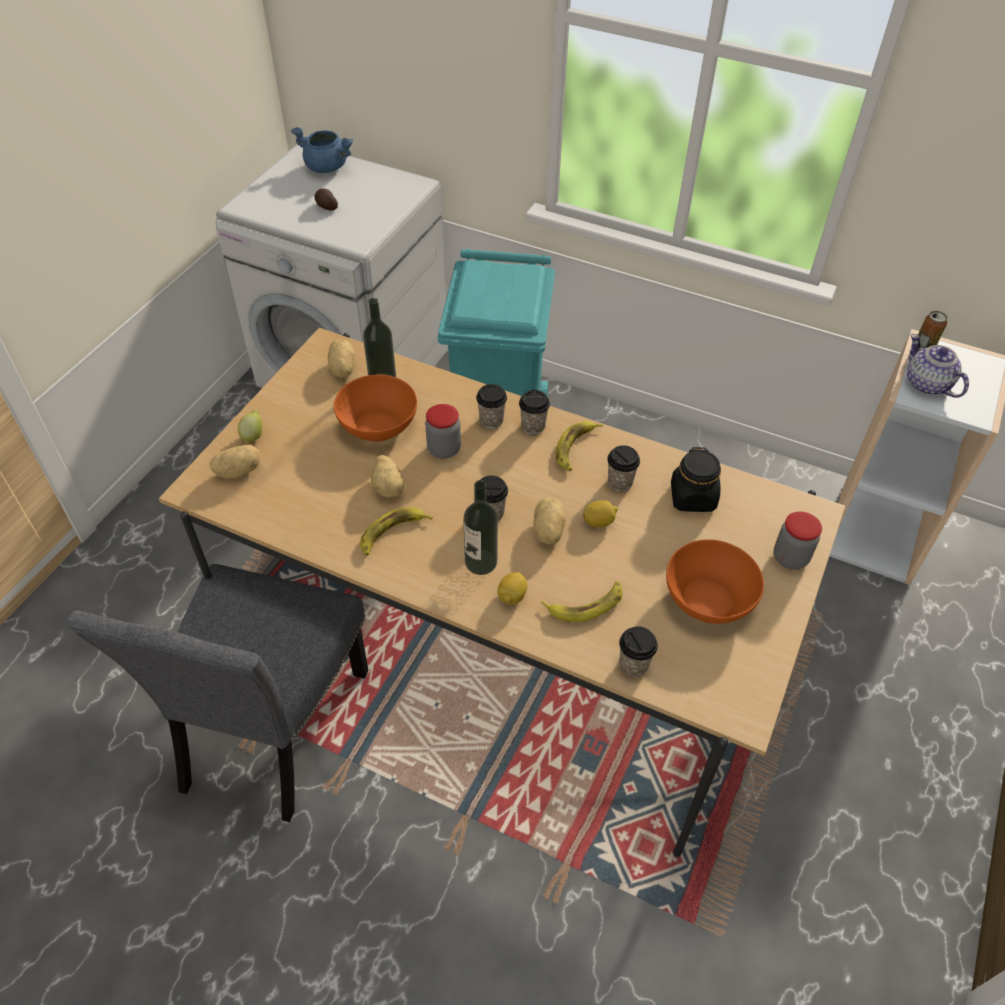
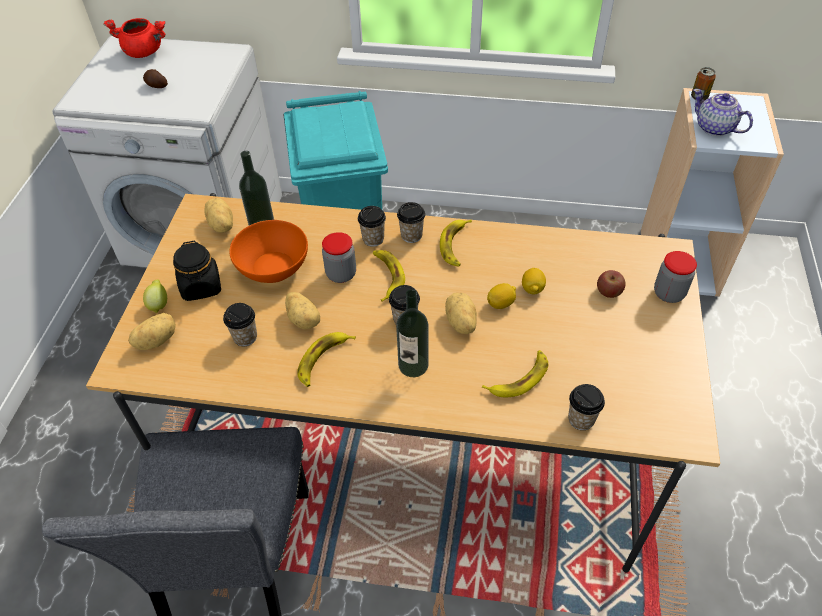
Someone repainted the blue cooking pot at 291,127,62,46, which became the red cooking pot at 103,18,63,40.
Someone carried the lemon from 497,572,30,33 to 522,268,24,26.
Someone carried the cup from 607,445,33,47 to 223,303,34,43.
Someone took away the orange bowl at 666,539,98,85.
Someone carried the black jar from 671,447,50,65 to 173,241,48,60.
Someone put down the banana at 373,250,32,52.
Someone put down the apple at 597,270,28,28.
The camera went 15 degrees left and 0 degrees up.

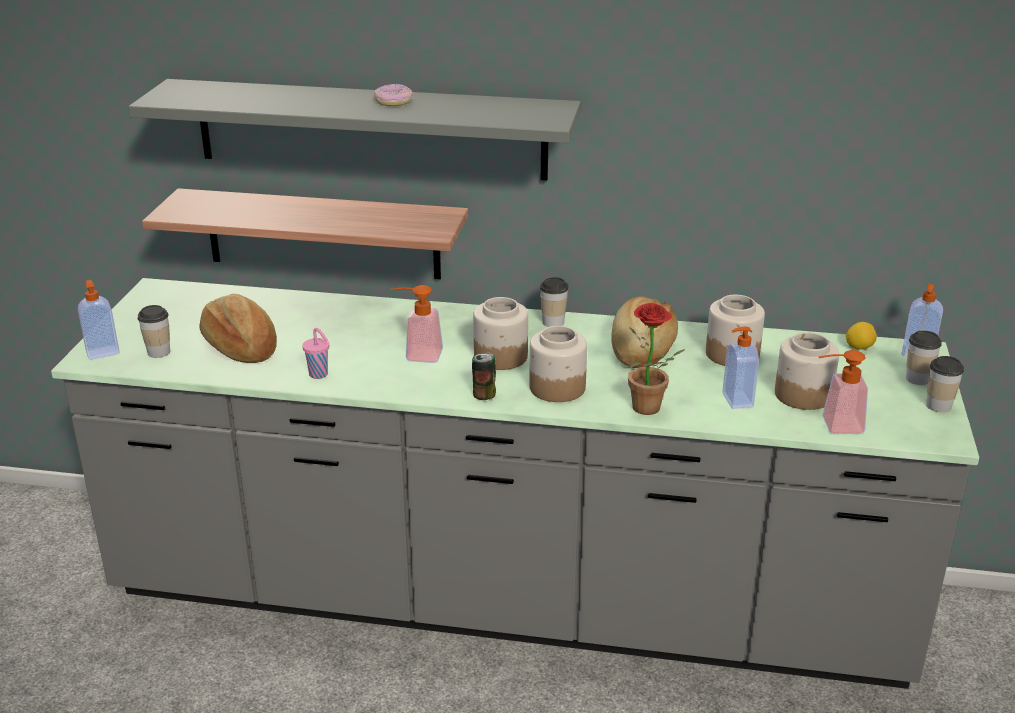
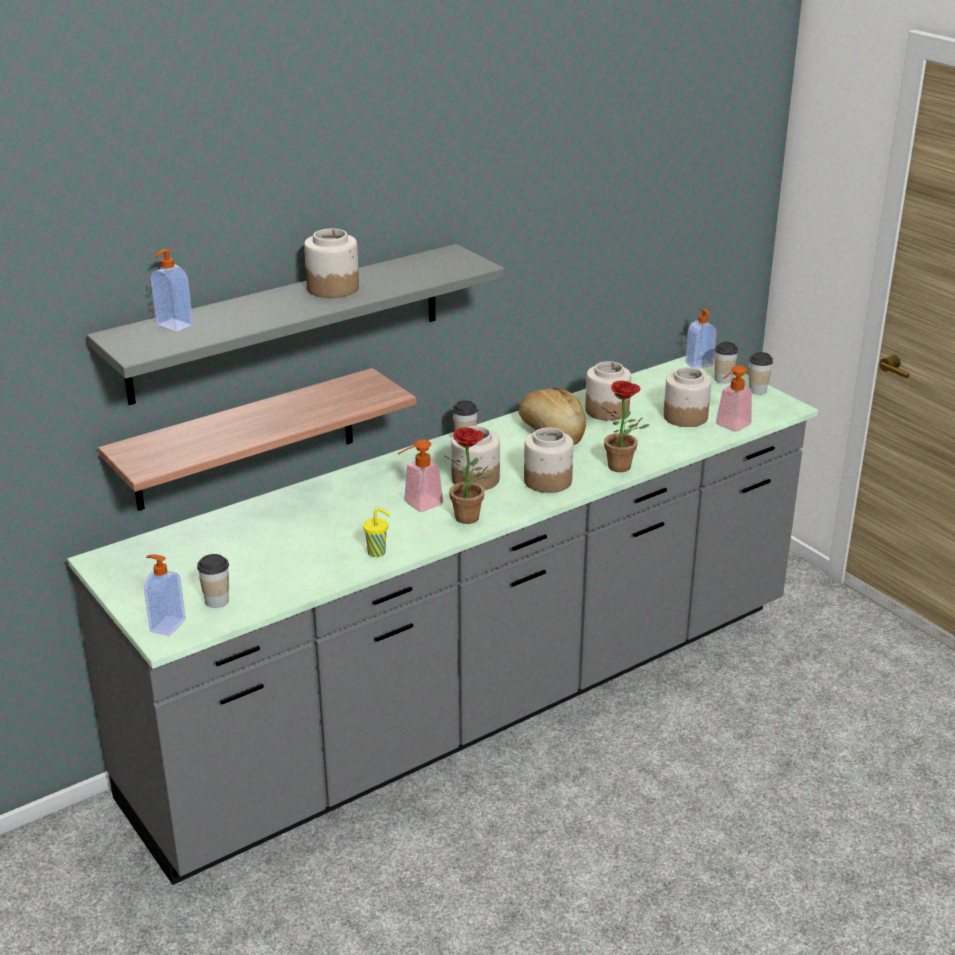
Someone took away the bread at 199,294,78,69.
Someone repainted the pink cup at 302,328,27,51, which became the yellow cup at 363,508,27,49.
Someone swapped the donut at 374,84,39,22 for the jar at 304,229,55,69.
Someone took away the can at 472,353,24,47.
Someone carried the soap dispenser from 722,327,37,82 to 151,249,42,83.
Someone took away the lemon at 846,322,31,28.
Someone put down the potted plant at 443,427,51,97.
The camera went 45 degrees left and 0 degrees up.

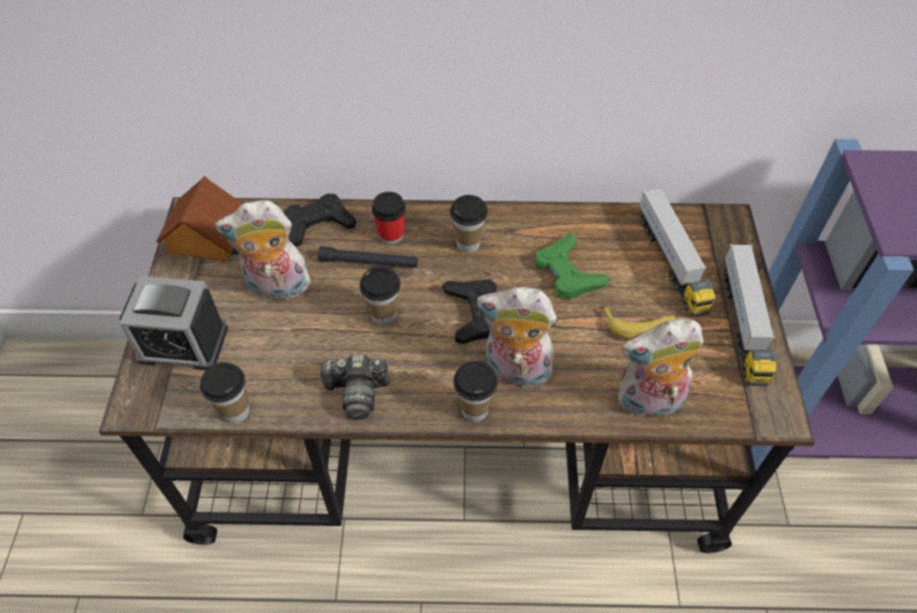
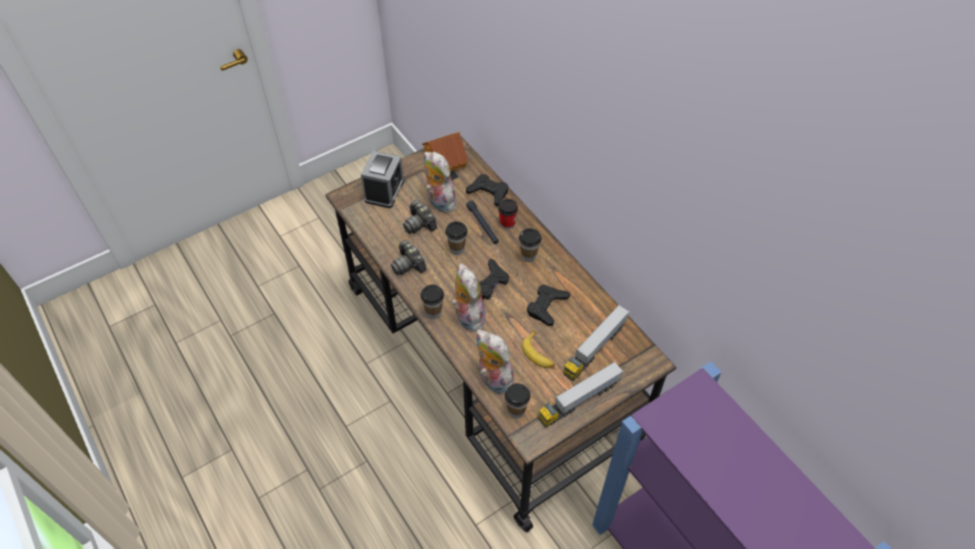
Someone rotated the alarm clock at 119,276,109,94 by 135 degrees counterclockwise.
Someone carried the cup from 200,362,49,61 to 505,383,26,35.
Someone repainted the green game controller at 535,233,74,67, which became the black game controller at 527,284,43,42.
Someone put down the photo camera at 403,200,34,34.
The camera went 55 degrees right and 0 degrees up.

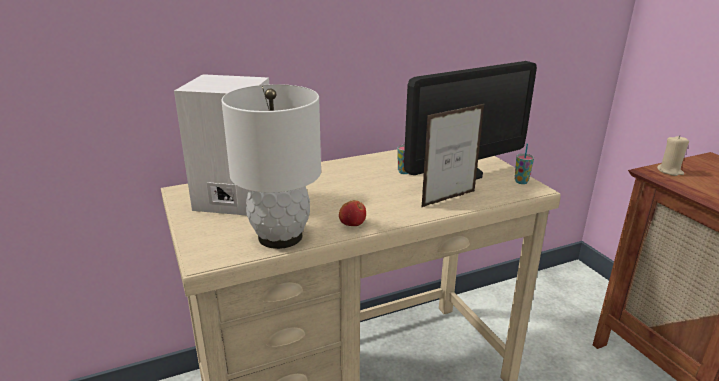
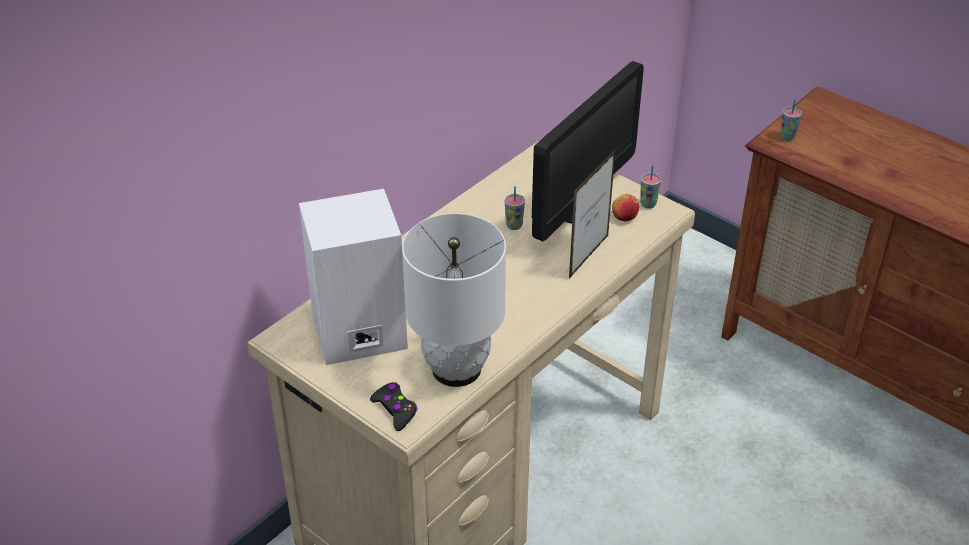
Someone carried the apple from 339,200,27,26 to 612,194,27,27.
Someone swapped the beige candle at 657,135,32,41 for the cup at 780,99,22,42.
Someone put down the black game controller at 370,382,48,49.
The camera went 25 degrees left and 15 degrees up.

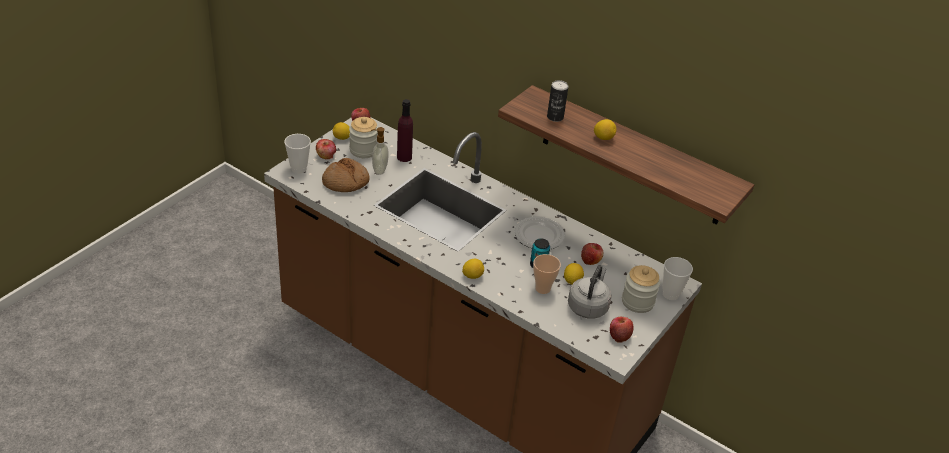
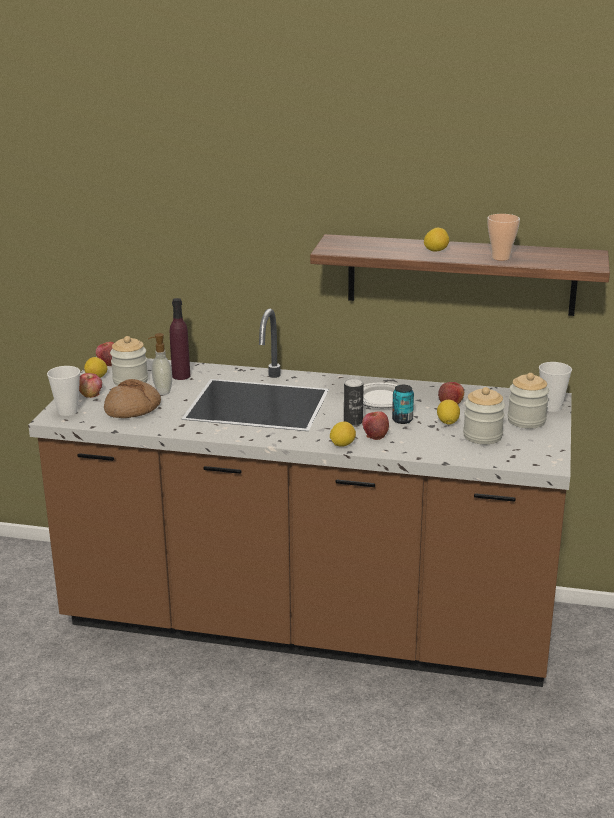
Someone carried the cup from 533,254,28,40 to 487,214,33,47.
Someone carried the can from 547,80,22,42 to 344,378,20,48.
Someone swapped the grey kettle at 568,265,44,54 for the jar at 463,387,42,57.
Someone carried the apple from 610,317,24,26 to 362,411,27,29.
The camera went 20 degrees left and 15 degrees down.

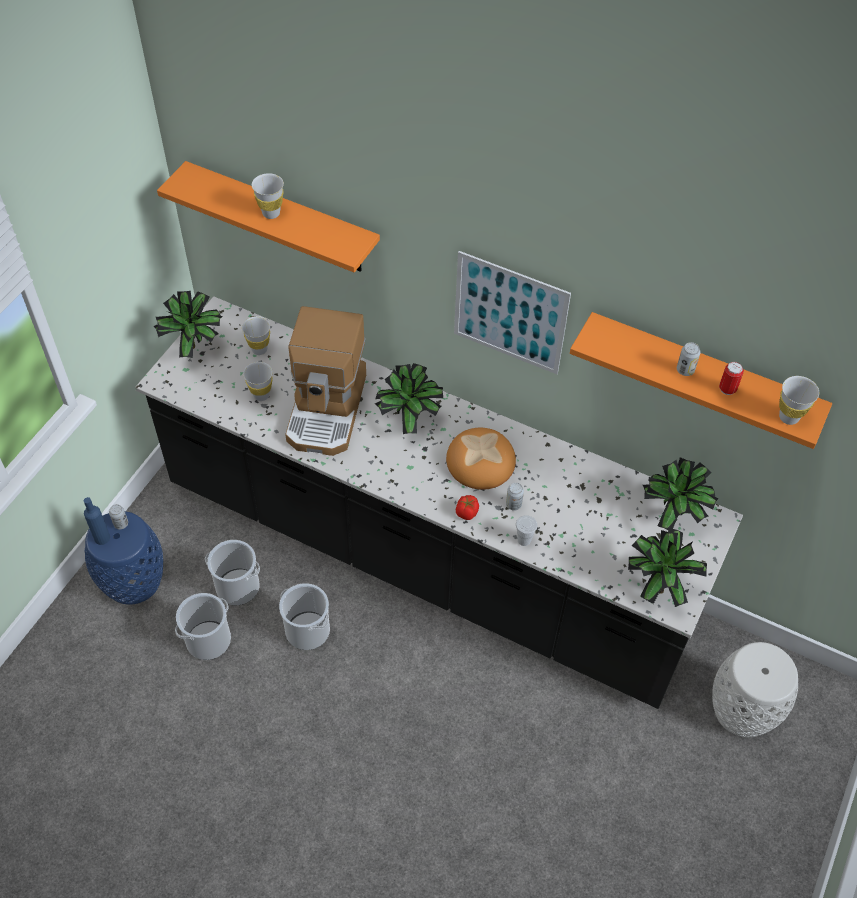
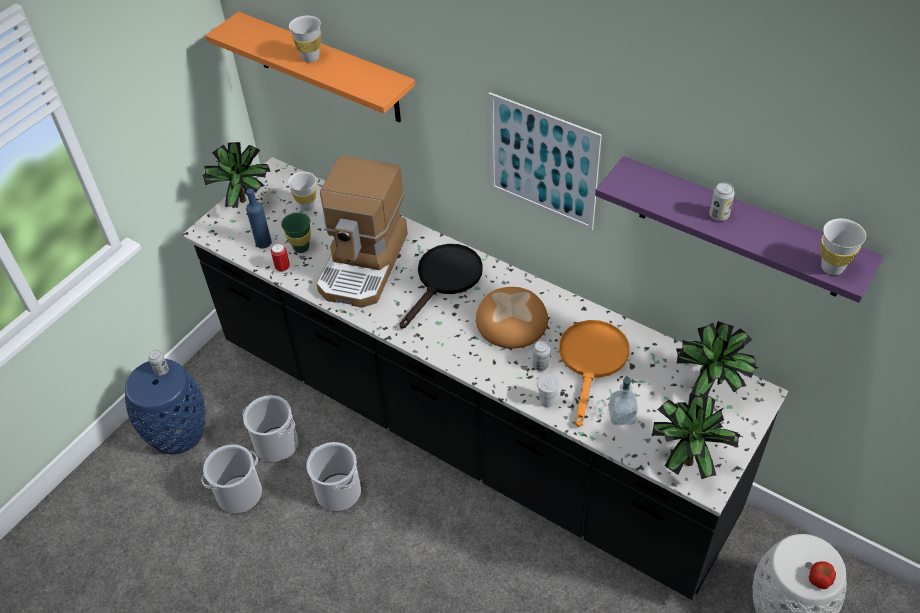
Someone carried the blue bottle from 84,497,26,48 to 246,189,26,60.
Someone repainted the white cup at 243,362,30,39, which became the green cup at 281,212,30,41.
Someone swapped the potted plant at 375,363,68,71 for the black frying pan at 399,244,84,85.
Someone carried the tomato from 456,495,23,25 to 809,561,27,28.
Someone repainted the orange shelf at 570,312,262,137, which became the purple shelf at 595,156,289,147.
Someone carried the can from 719,362,25,33 to 271,244,19,28.
Someone put down the orange frying pan at 559,320,70,107.
Someone put down the soap dispenser at 608,377,30,48.
The camera went 10 degrees right and 5 degrees down.

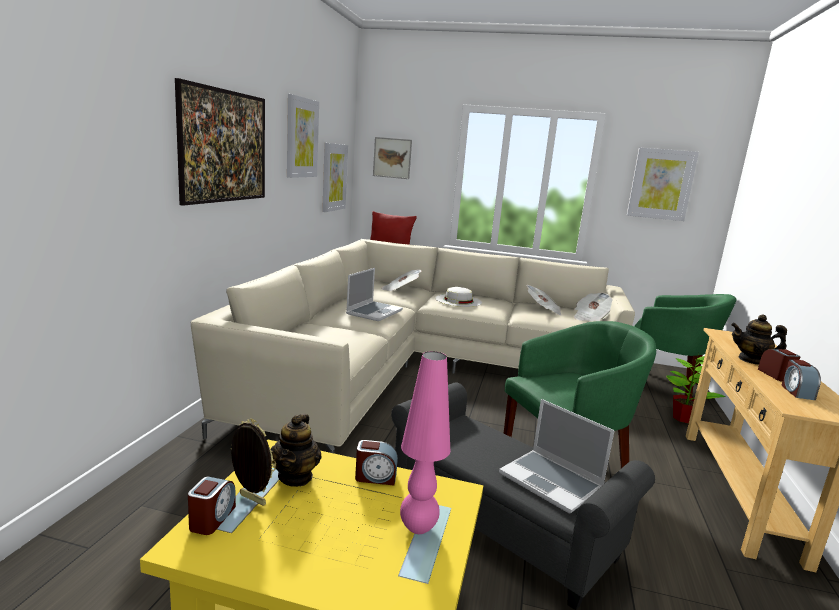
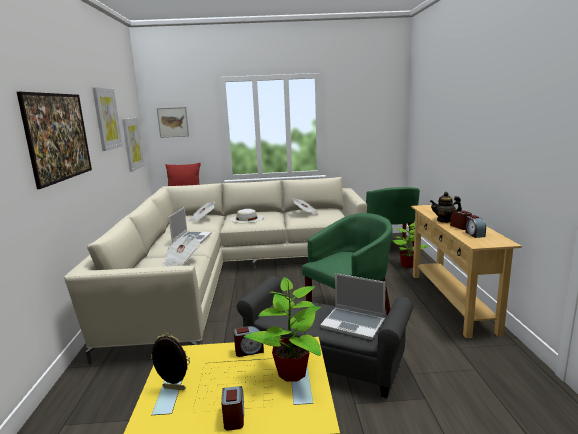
Someone carried the alarm clock from 188,476,48,59 to 221,386,23,44.
Someone took away the teapot at 271,413,50,74.
Someone swapped the pink table lamp at 400,351,51,183 for the potted plant at 244,277,78,105.
Someone carried the newspaper from 574,293,39,28 to 162,234,38,33.
Someone took away the picture at 627,148,72,73.
Someone rotated the green armchair at 634,294,103,103 by 75 degrees clockwise.
The camera went 15 degrees left and 0 degrees up.

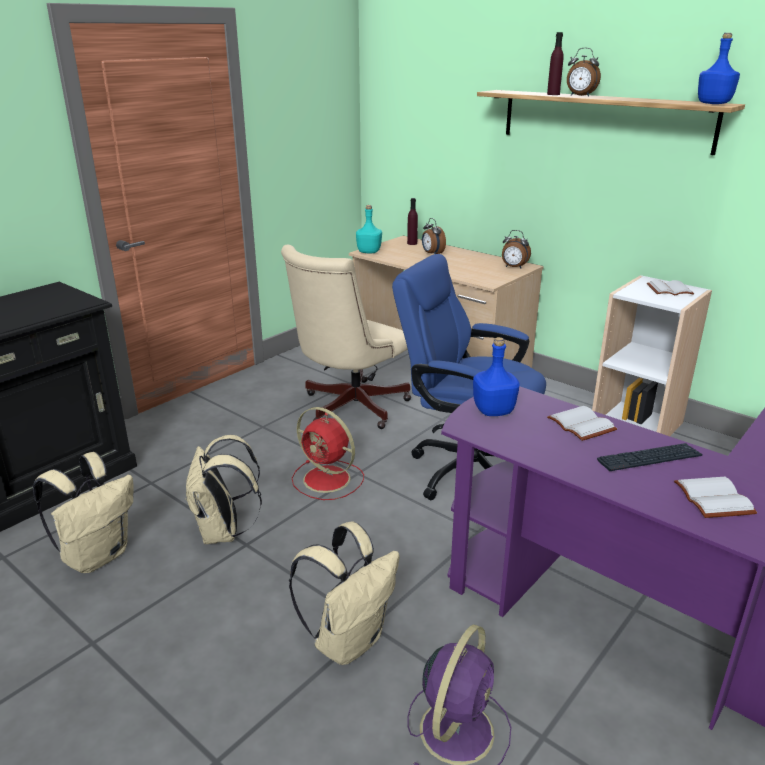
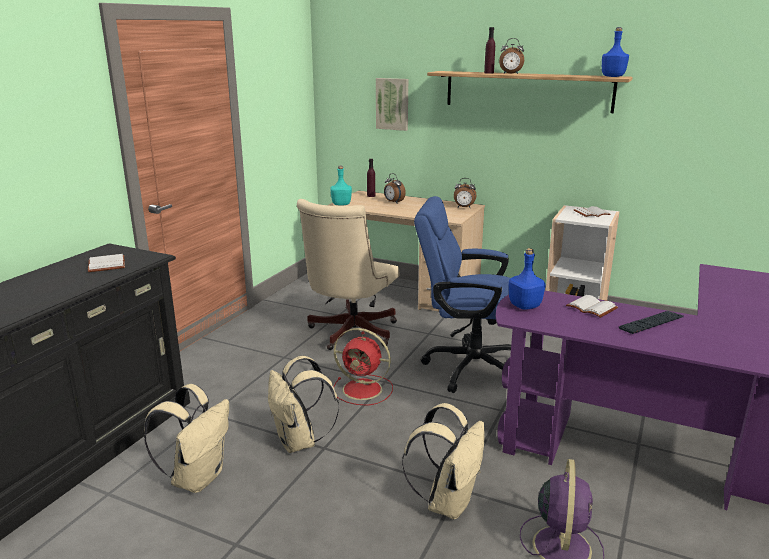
Someone carried the white book from 674,477,83,41 to 88,254,37,18.
Someone put up the picture at 376,78,32,53.
The camera went 15 degrees left and 5 degrees down.

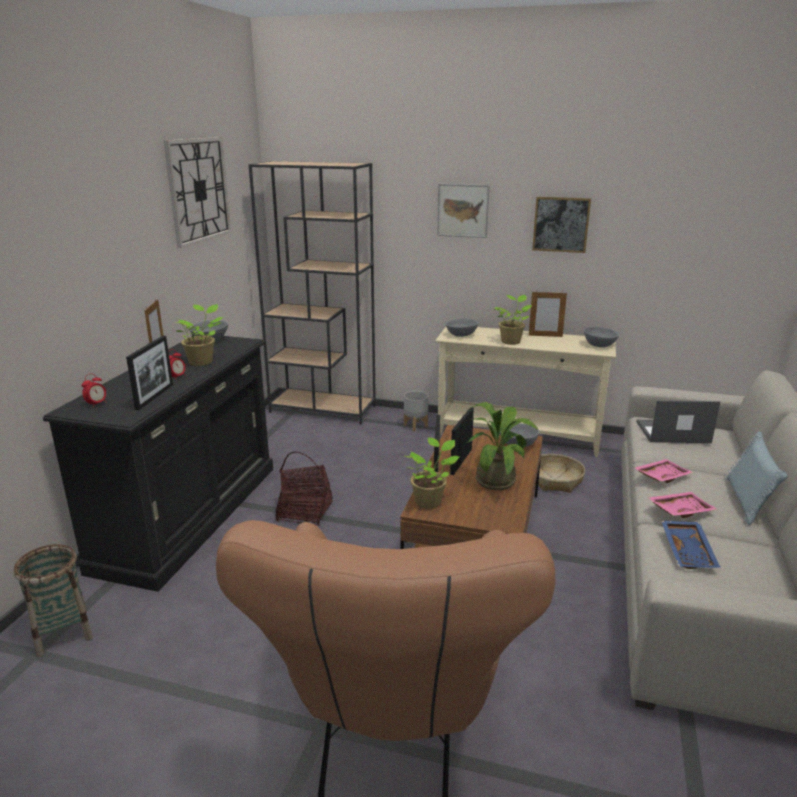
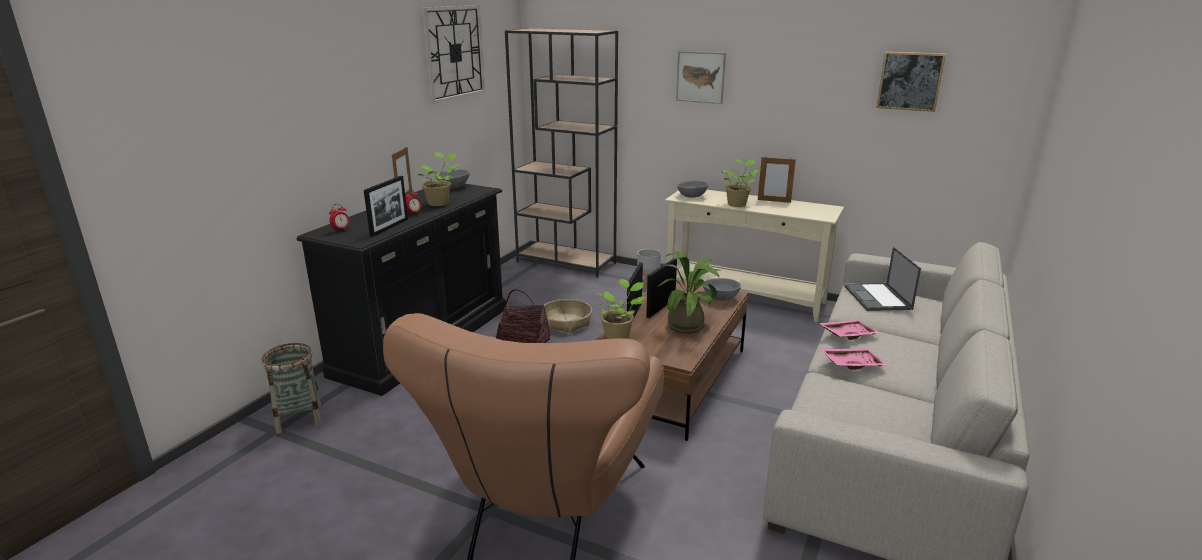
Someone carried the picture from 532,197,59,56 to 876,51,70,61.
Someone carried the basket from 538,454,47,39 to 544,299,48,34.
Someone took away the grey bowl at 584,326,35,21.
Someone rotated the laptop at 636,400,84,43 by 105 degrees counterclockwise.
Someone took away the blue tray at 661,521,60,48.
Someone took away the blue pillow at 724,432,64,93.
The camera went 10 degrees right and 0 degrees up.

